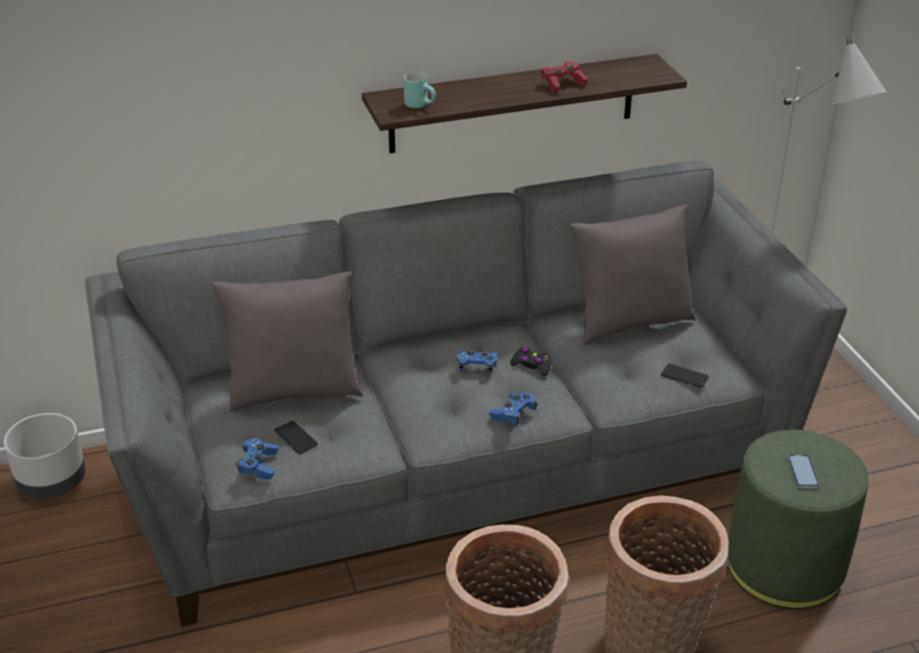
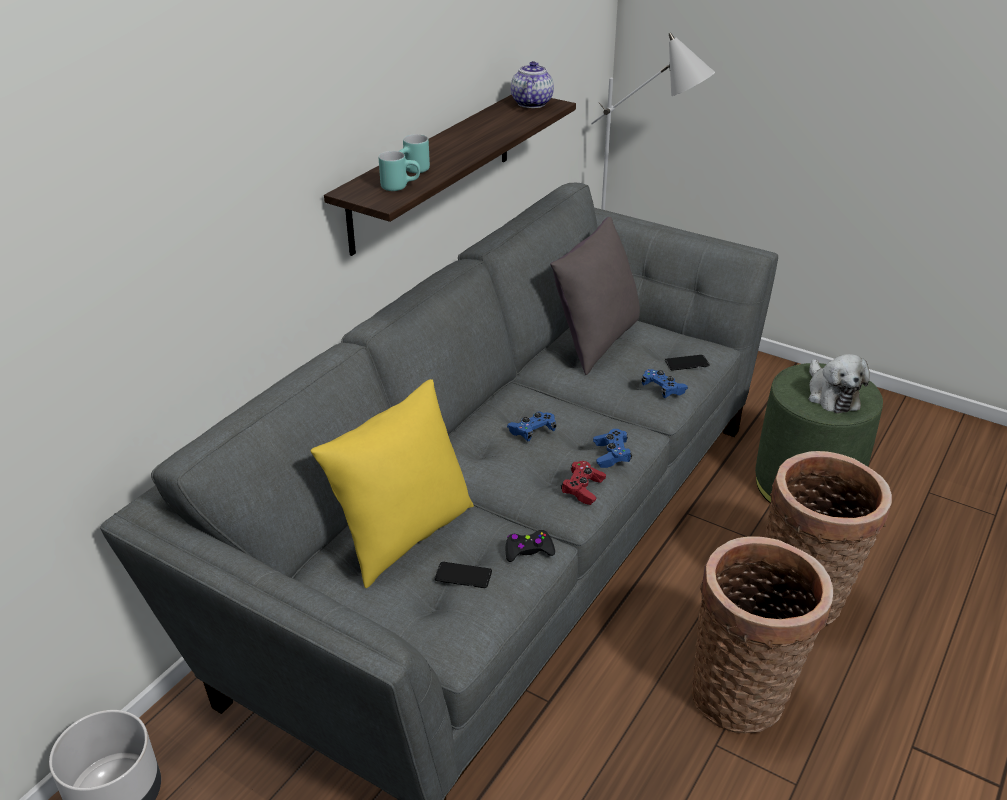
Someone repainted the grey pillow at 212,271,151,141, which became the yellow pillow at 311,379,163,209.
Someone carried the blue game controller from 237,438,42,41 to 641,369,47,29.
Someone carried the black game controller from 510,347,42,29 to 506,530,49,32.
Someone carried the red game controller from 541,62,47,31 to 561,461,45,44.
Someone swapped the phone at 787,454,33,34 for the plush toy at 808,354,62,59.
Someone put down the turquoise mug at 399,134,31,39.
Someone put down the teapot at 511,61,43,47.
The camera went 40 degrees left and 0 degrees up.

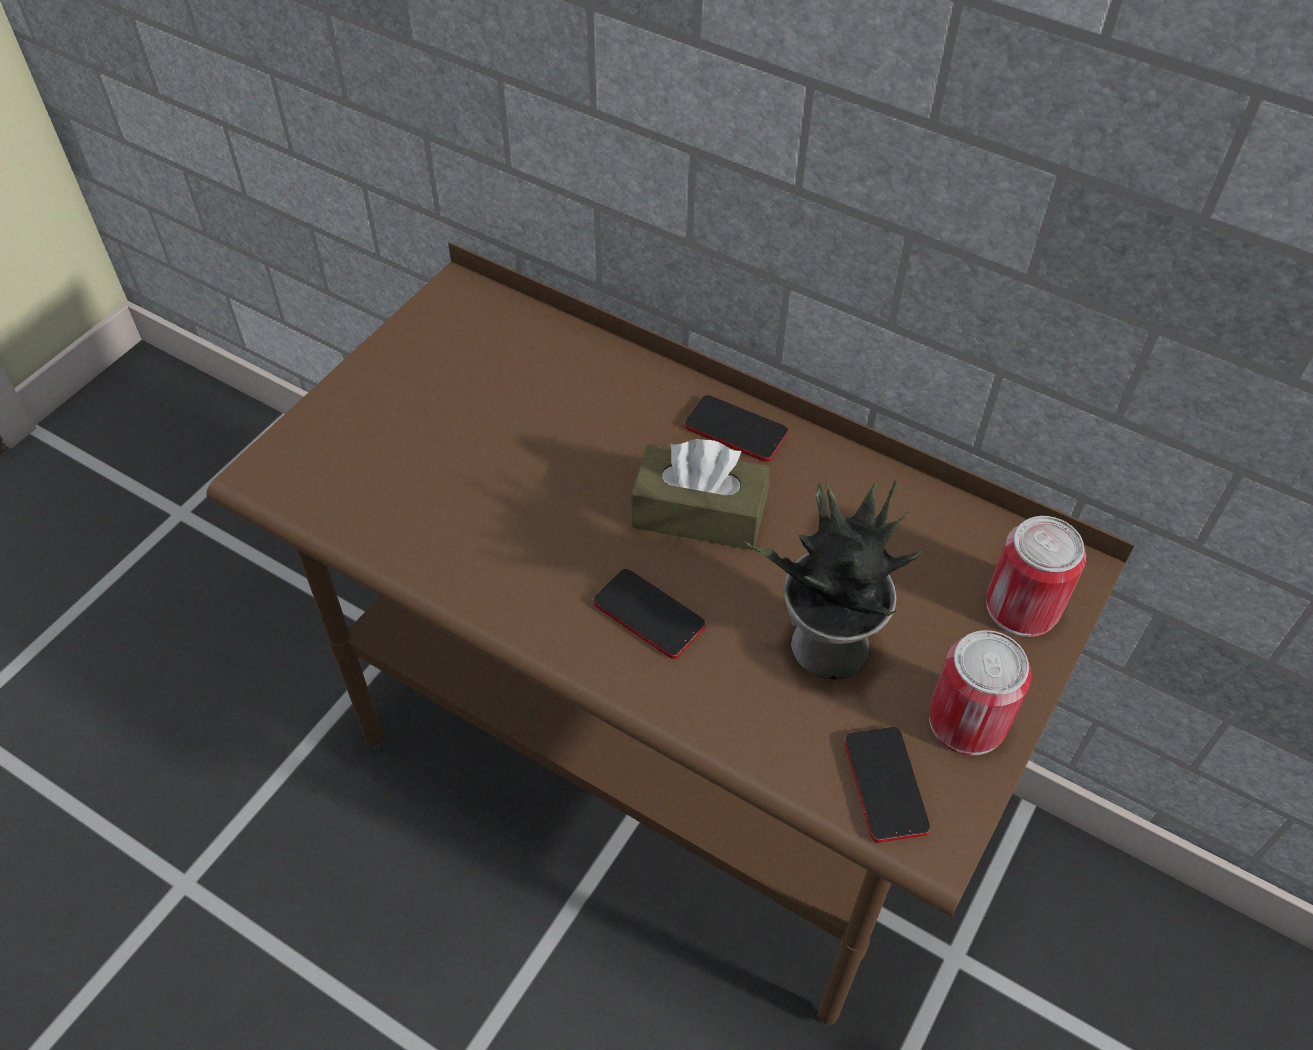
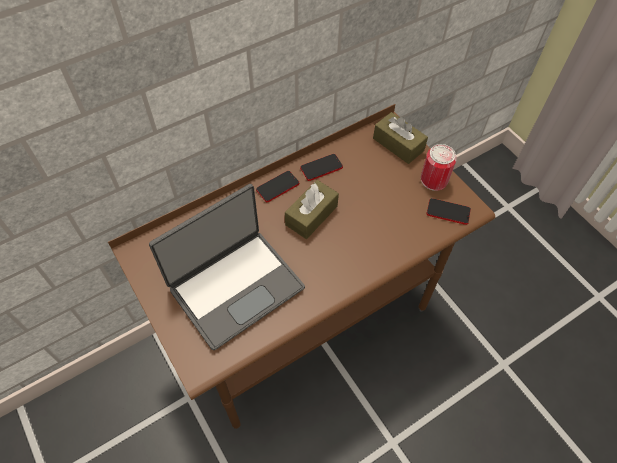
Someone carried the phone from 593,569,113,90 to 300,154,43,27.
Someone took away the potted plant at 746,480,182,200.
Someone swapped the can at 986,516,100,121 for the brown tissue box at 373,112,55,52.
Someone put down the laptop at 149,184,156,166.
The camera went 65 degrees left and 5 degrees up.

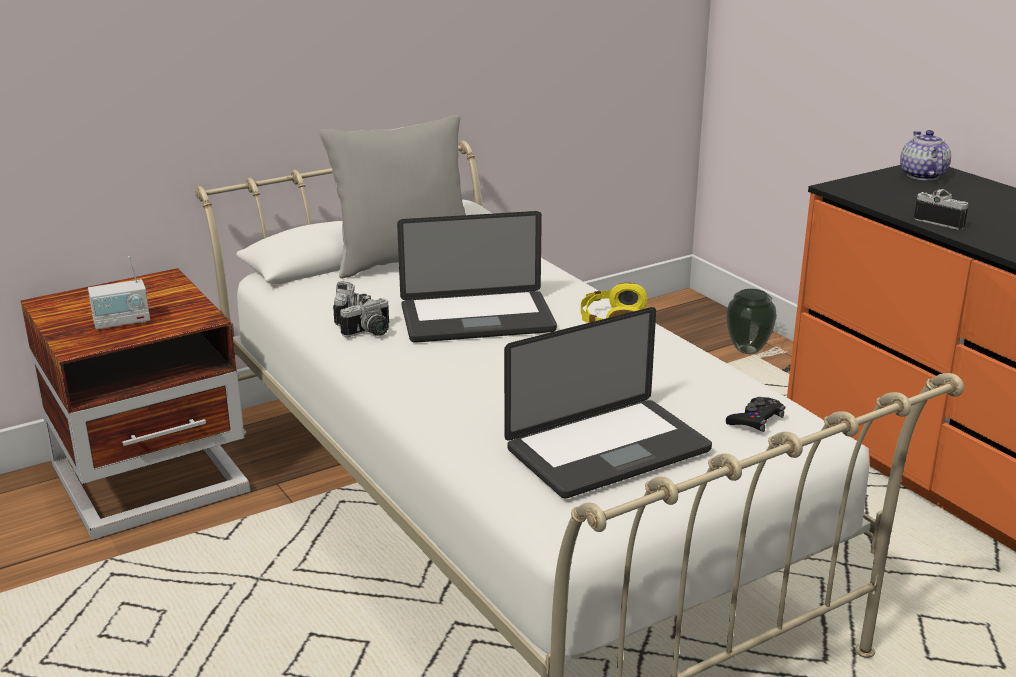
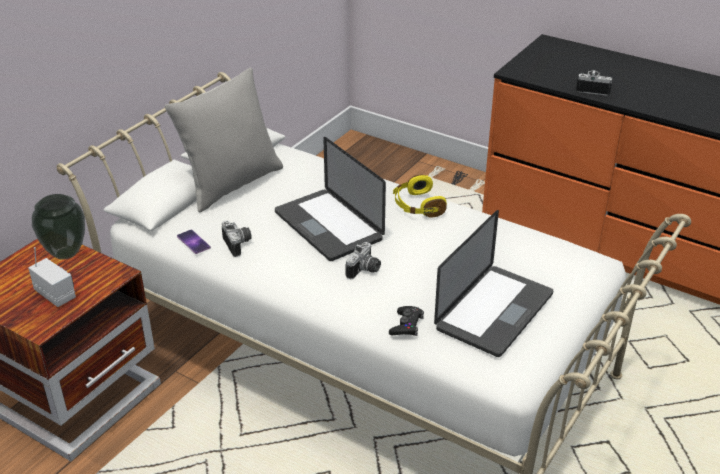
Someone rotated the radio at 88,256,62,75 by 90 degrees counterclockwise.
Someone carried the photo camera from 340,295,49,42 to 345,242,36,37.
Someone rotated the laptop at 397,211,160,132 by 90 degrees clockwise.
Someone carried the vase from 726,289,51,65 to 32,194,53,66.
Someone carried the black game controller from 726,397,59,35 to 389,306,35,30.
Someone took away the teapot at 900,130,51,50.
Someone put down the phone at 177,230,34,24.
The camera went 25 degrees left and 10 degrees up.

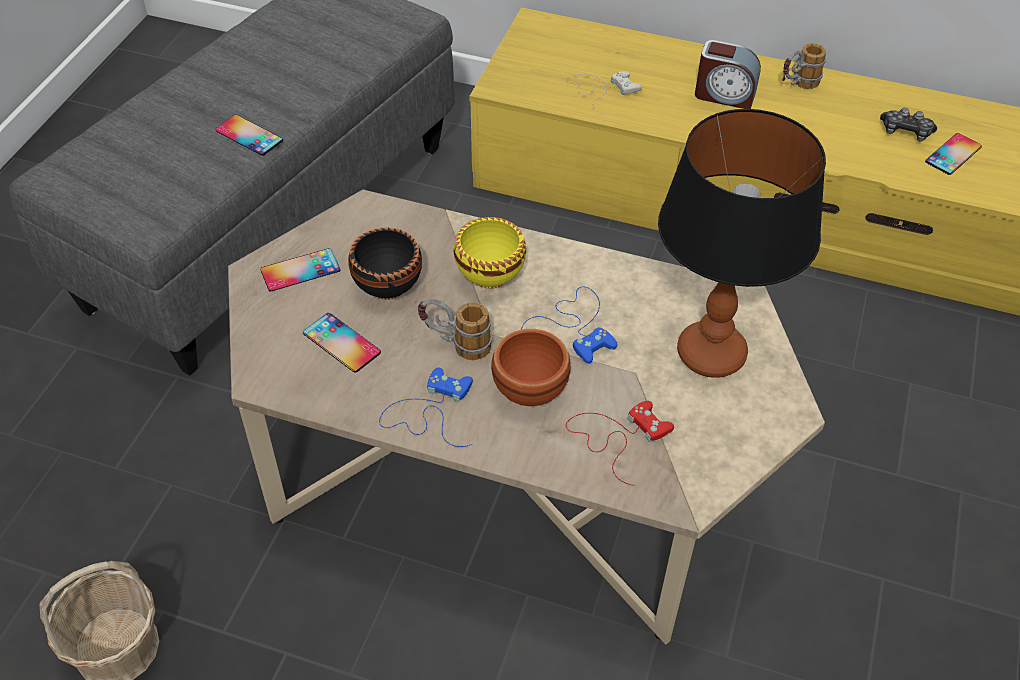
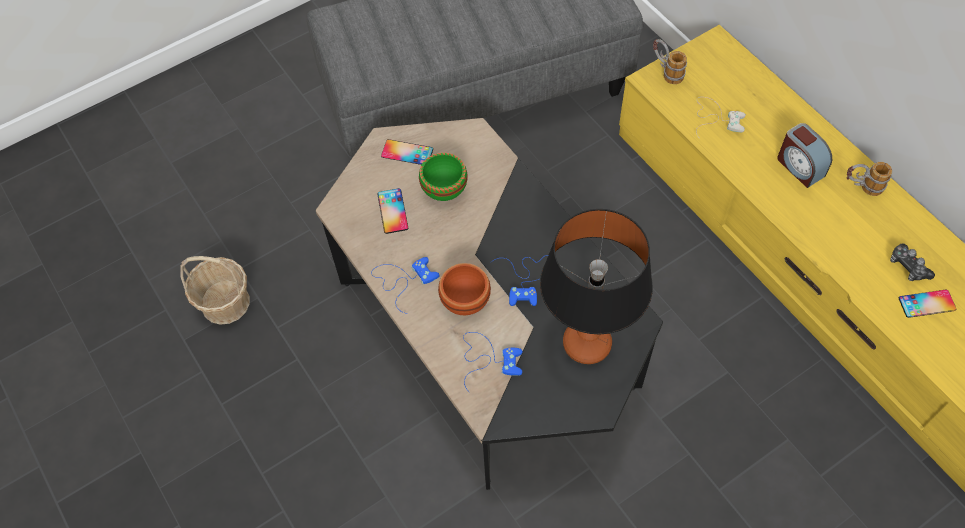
Someone took away the phone at 215,115,68,41.
Someone repainted the beige coffee table at 228,190,597,455, which became the black coffee table at 316,118,347,372.
Someone repainted the black bowl at 348,227,74,73, which became the green bowl at 419,153,49,48.
Someone carried the mug from 418,299,74,61 to 653,39,34,45.
Someone took away the yellow bowl at 454,217,72,72.
Someone repainted the red game controller at 566,401,108,85, which became the blue game controller at 463,332,60,60.
The camera went 40 degrees right and 10 degrees up.

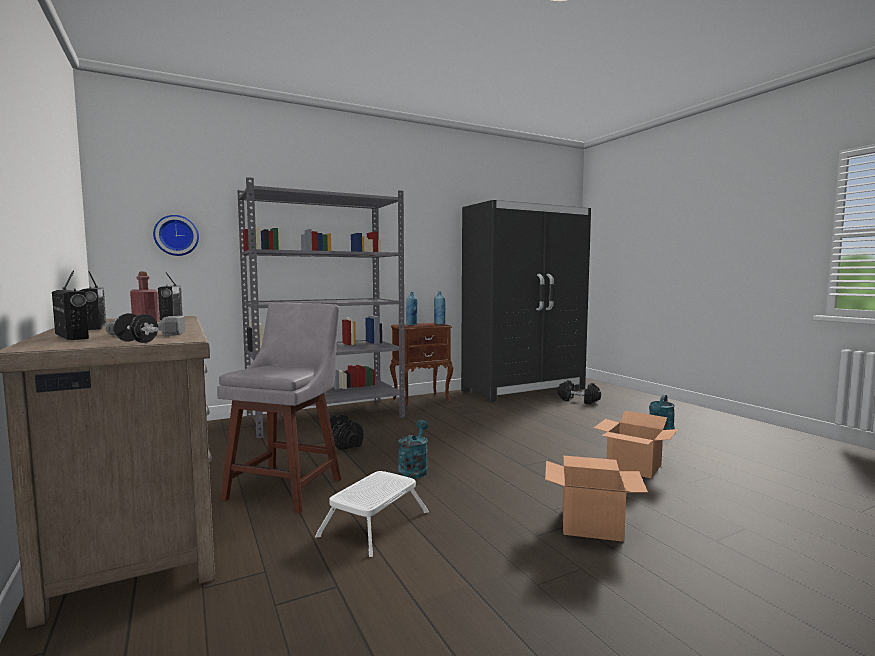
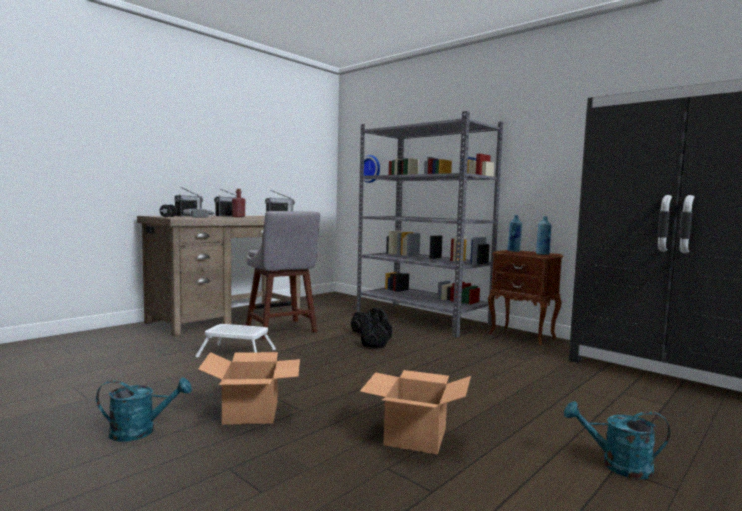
Someone rotated the grey chair at 217,303,124,210 by 60 degrees clockwise.
Someone carried the turquoise watering can from 398,420,30,59 to 96,378,95,64.
Someone carried the black dumbbell from 558,380,43,24 to 361,317,31,31.
The camera went 70 degrees right and 0 degrees up.

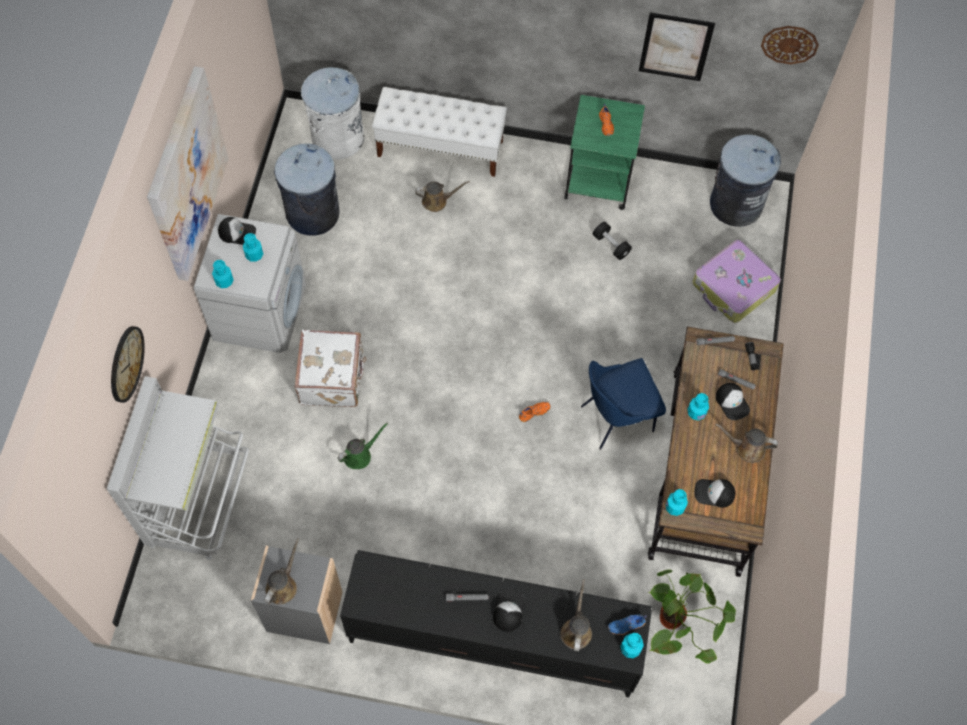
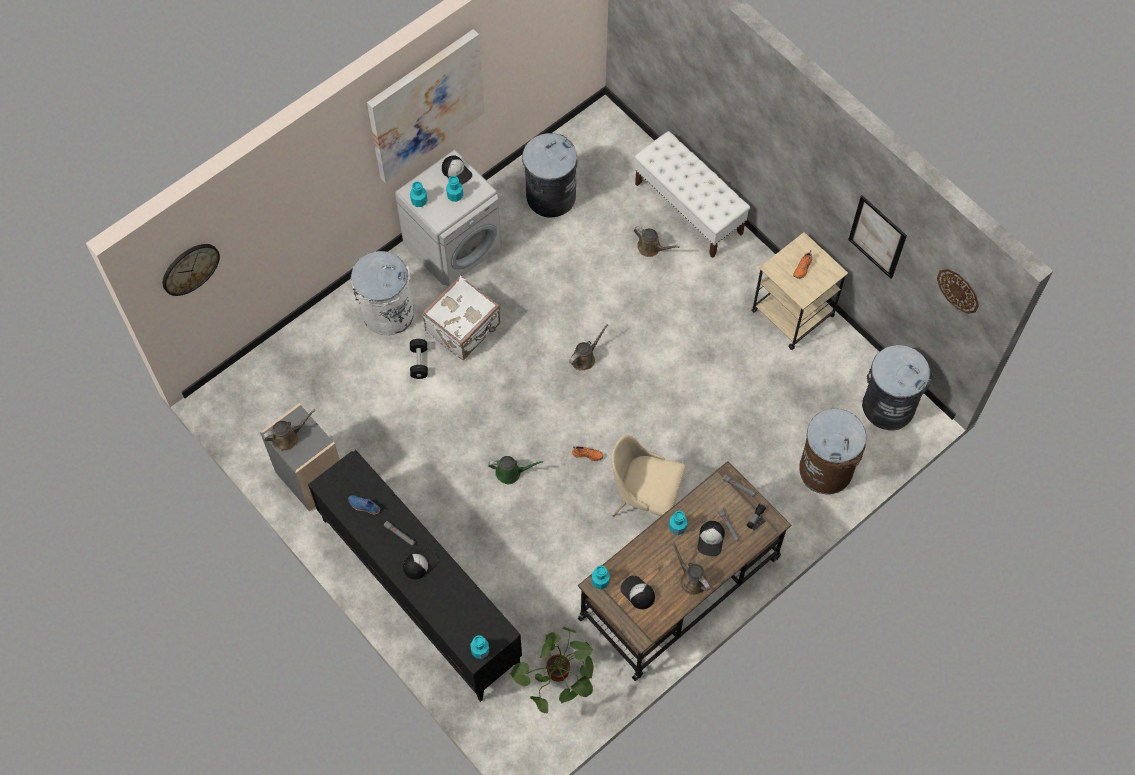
Someone took away the white shoe rack at 107,376,142,183.
Someone carried the wall clock from 111,326,34,77 to 163,244,57,52.
Someone carried the white trash can from 301,67,63,93 to 351,251,63,85.
Someone carried the green watering can from 337,422,51,47 to 488,456,55,28.
Someone carried the brown watering can from 560,579,32,73 to 569,324,39,47.
Someone repainted the green cart at 564,95,81,115, which became the beige cart at 751,232,97,118.
Someone repainted the blue chair at 581,358,85,92, which became the beige chair at 612,435,73,81.
Someone carried the black dumbbell from 593,222,39,38 to 410,339,18,40.
Someone carried the blue shoe from 608,615,39,20 to 348,495,32,20.
Someone swapped the suitcase at 693,240,88,83 for the brown trash can at 799,408,67,86.
The camera went 40 degrees right and 0 degrees up.

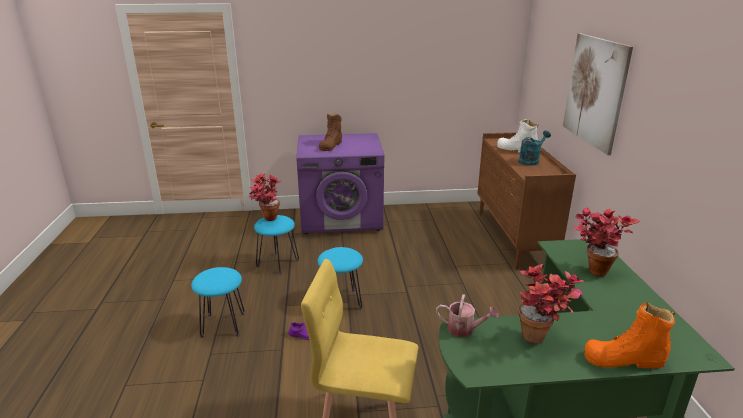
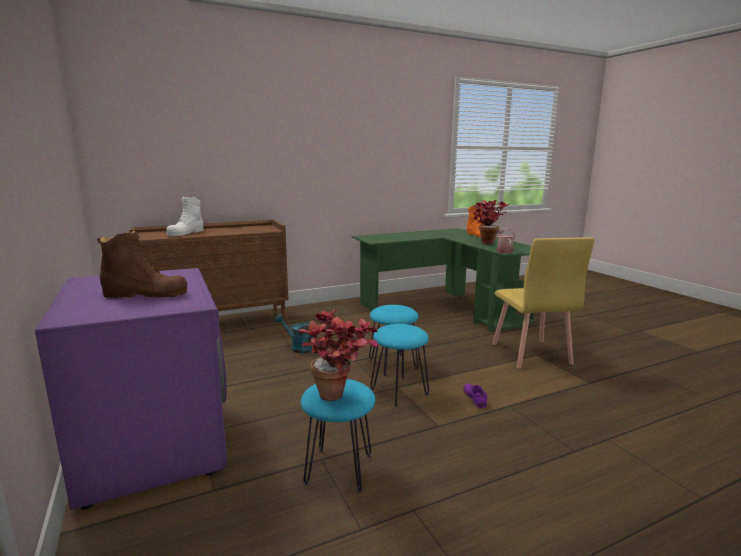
Someone carried the turquoise stool from 191,267,54,71 to 369,305,50,71.
Someone carried the turquoise watering can from 518,131,33,35 to 275,314,43,40.
Someone took away the picture at 563,33,70,122.
Someone took away the potted plant at 574,208,65,68.
The camera went 110 degrees left and 10 degrees down.

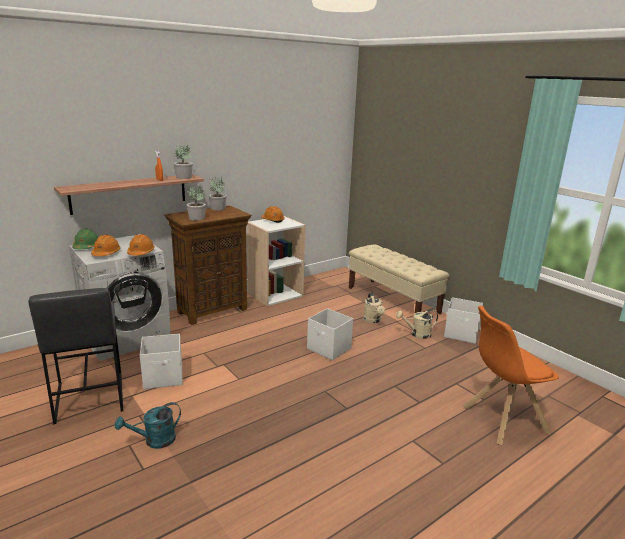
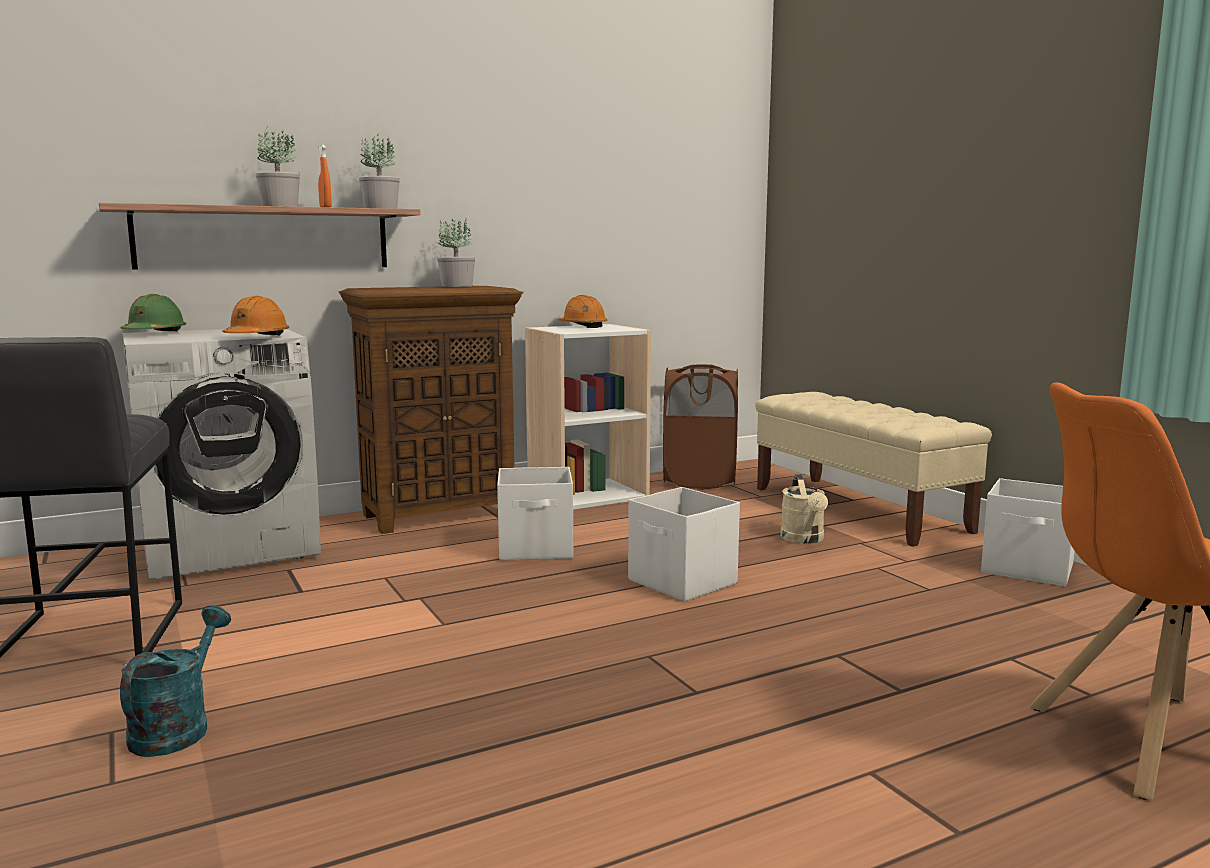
Someone took away the orange hard hat at 91,235,30,21.
Someone rotated the turquoise watering can at 115,402,66,47 by 120 degrees clockwise.
Someone carried the white storage box from 140,334,42,55 to 497,467,76,94.
Someone carried the potted plant from 187,186,19,35 to 256,126,44,81.
Someone took away the beige watering can at 396,310,42,29.
Someone put down the brown laundry basket at 663,364,75,125.
The camera went 10 degrees right and 10 degrees down.

